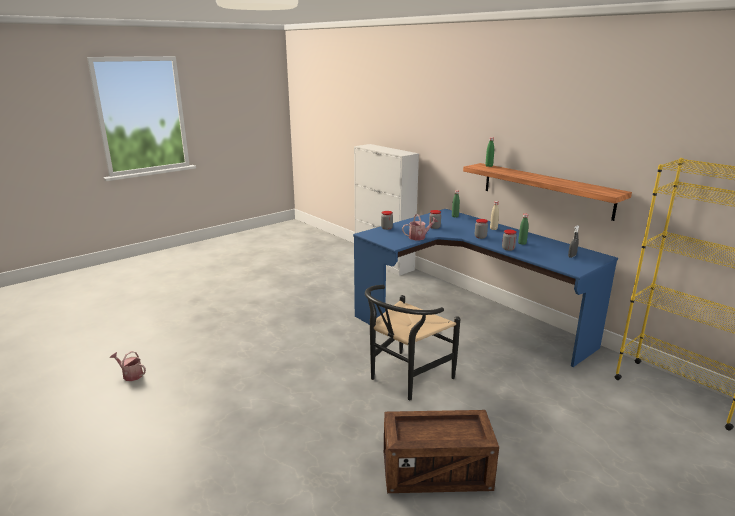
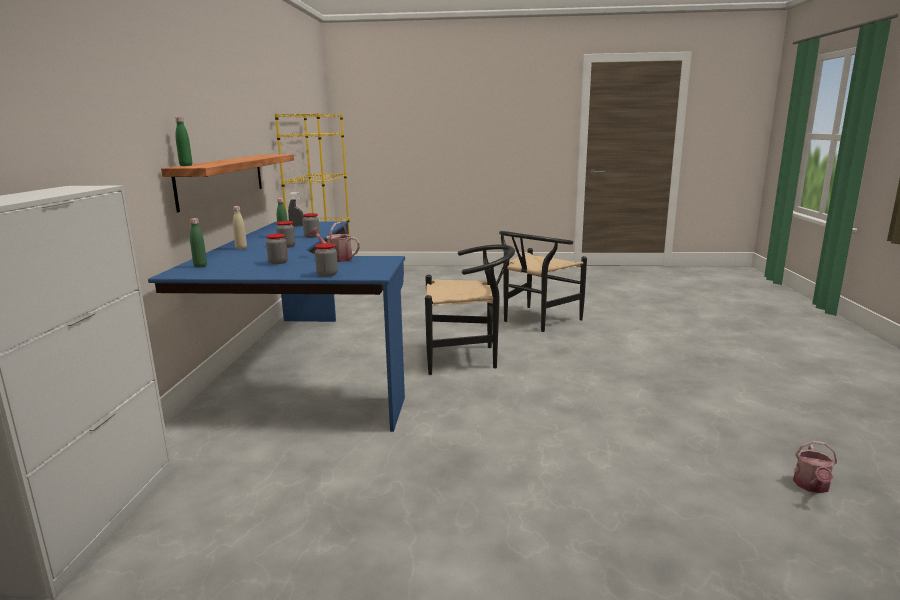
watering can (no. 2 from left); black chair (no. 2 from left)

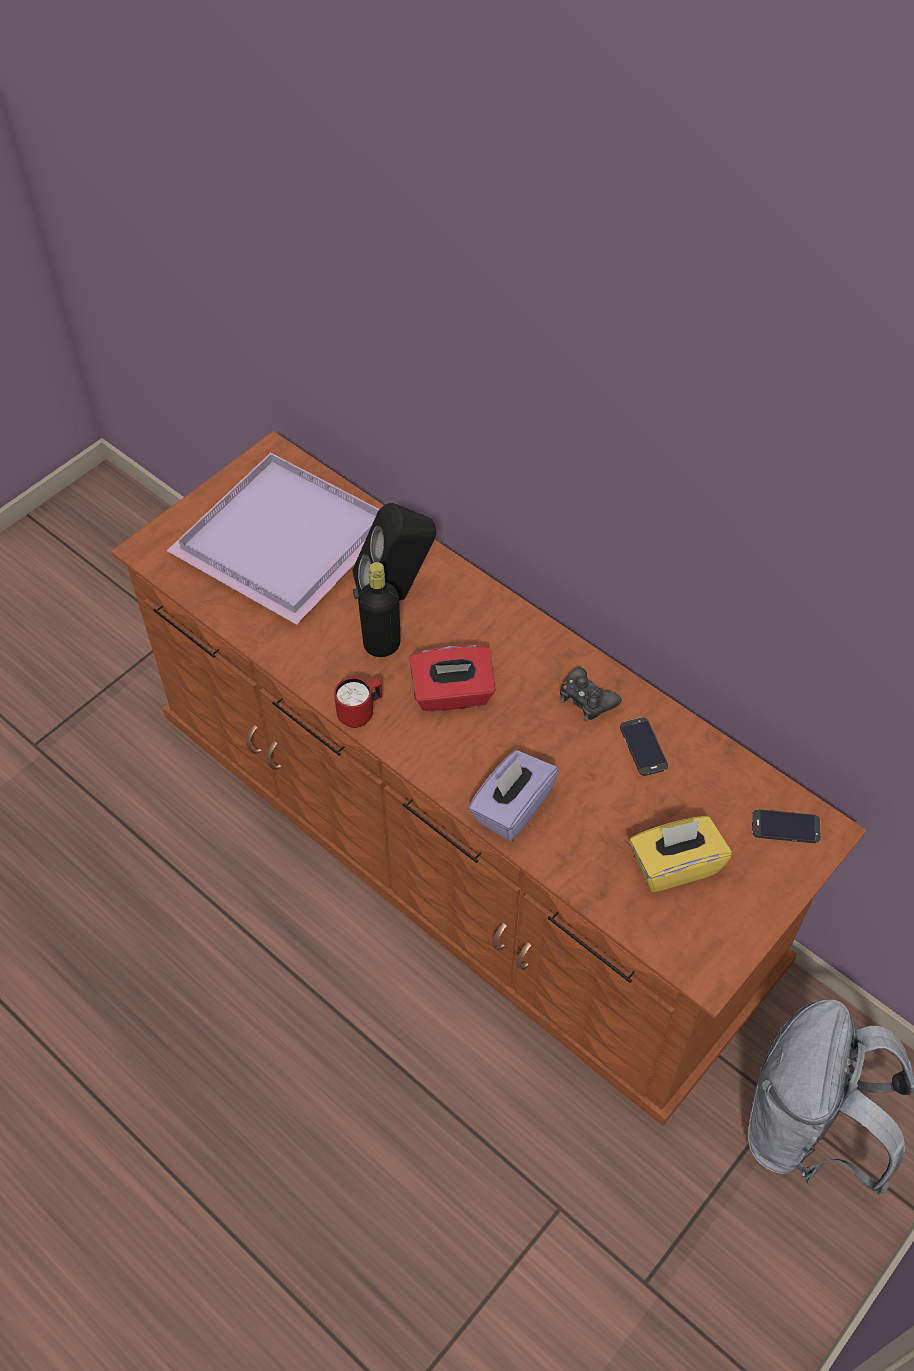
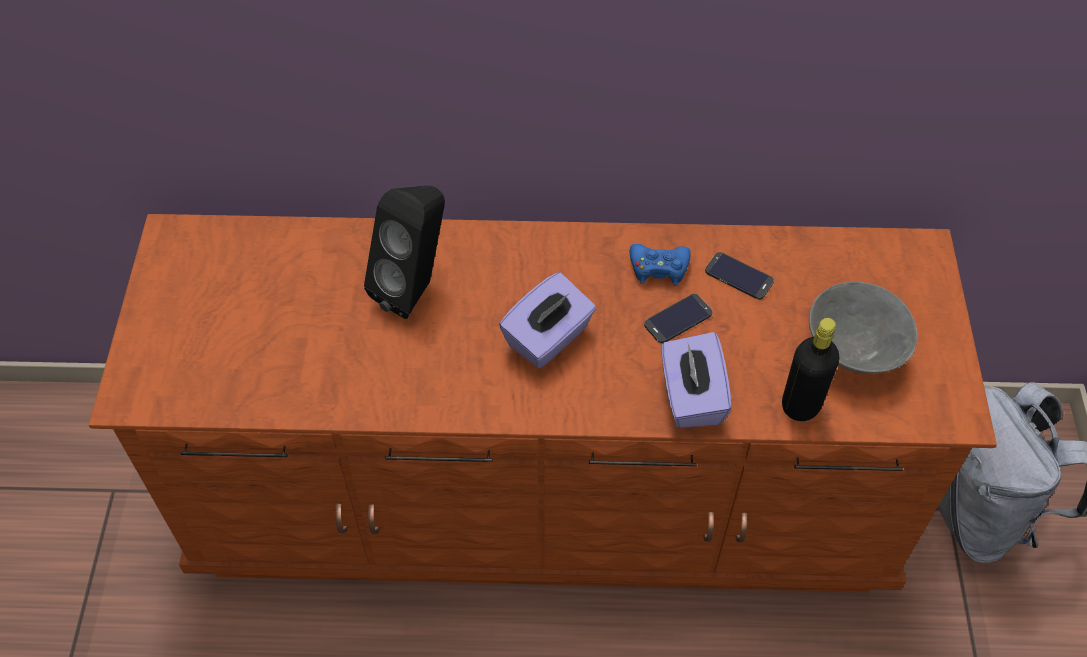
purple tray; red mug; black bottle; purple tissue box (no. 1 from left); blue game controller; grey bowl; phone (no. 1 from left)

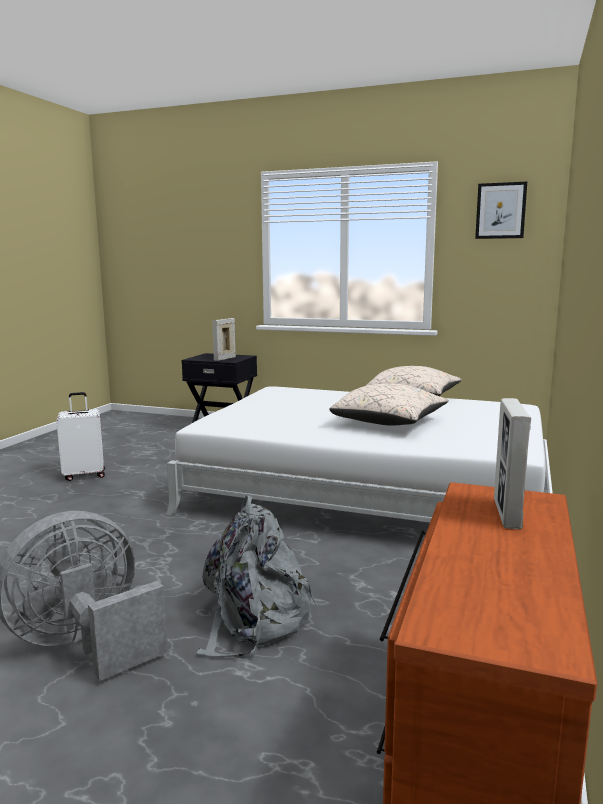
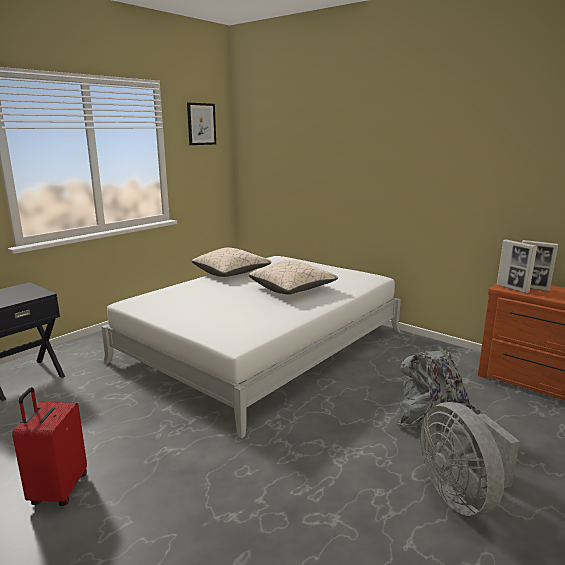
red suitcase; picture frame (no. 1 from left)

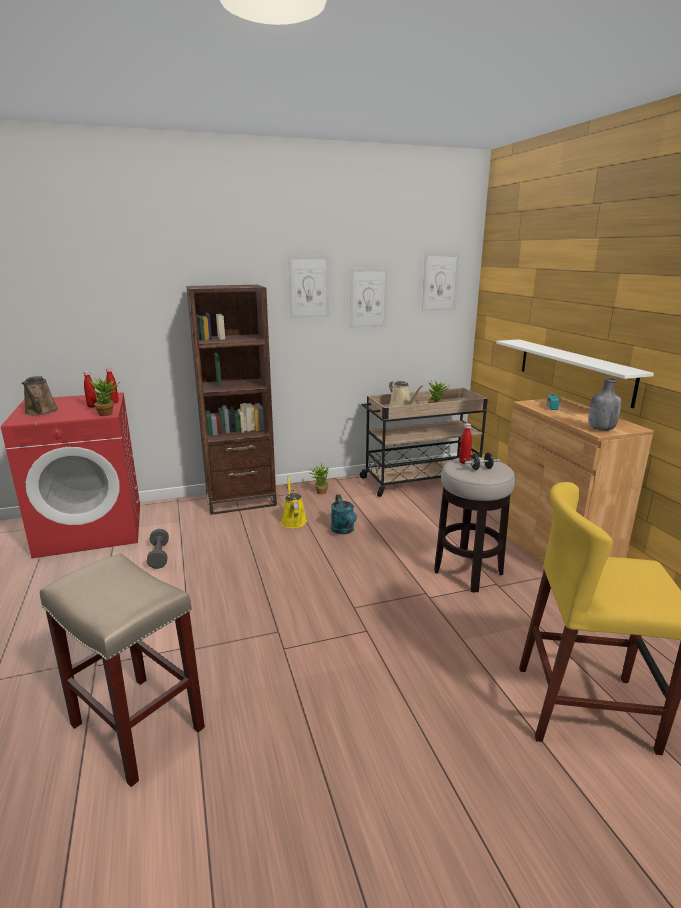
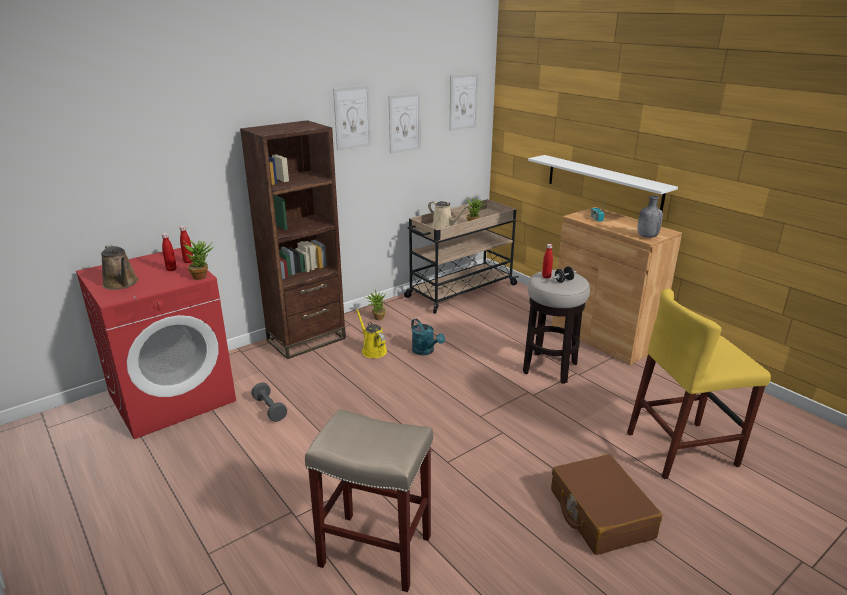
brown suitcase

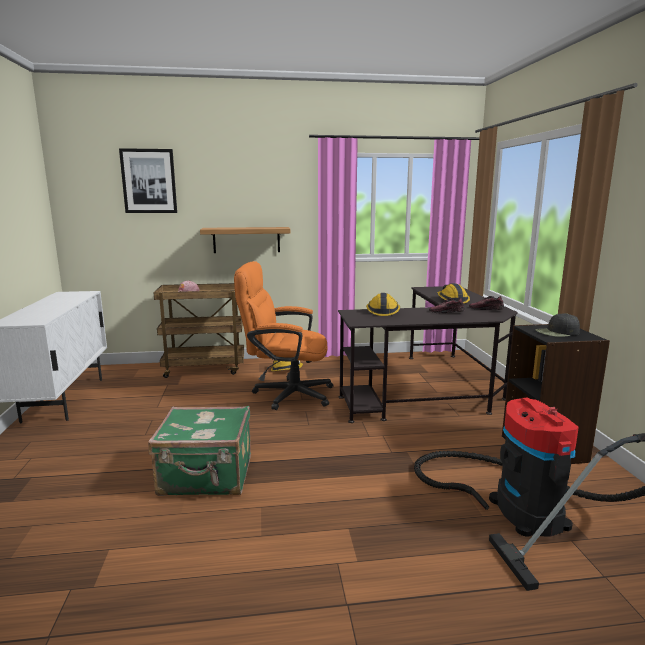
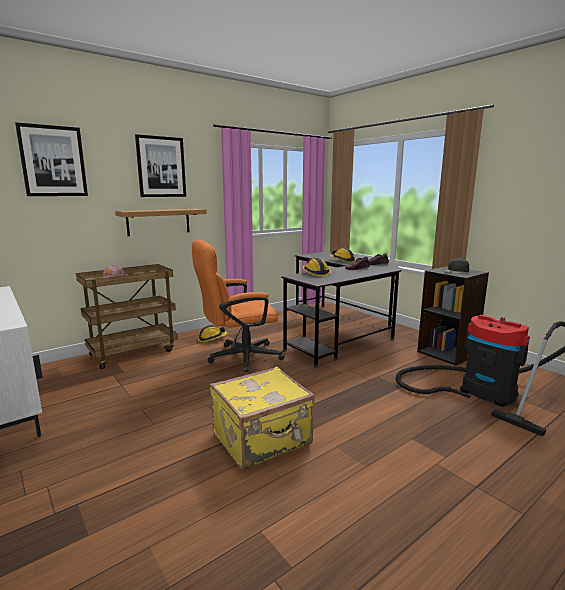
yellow suitcase; picture (no. 2 from left)

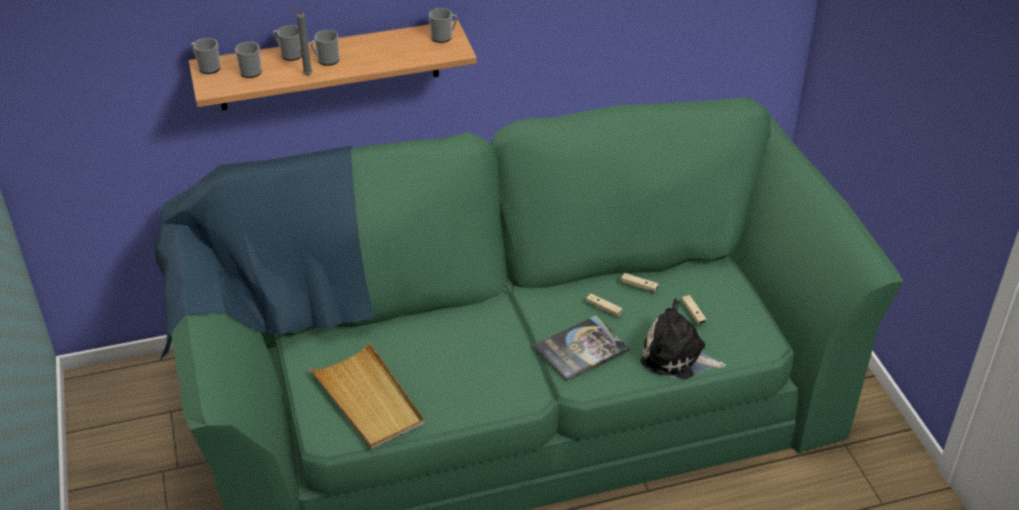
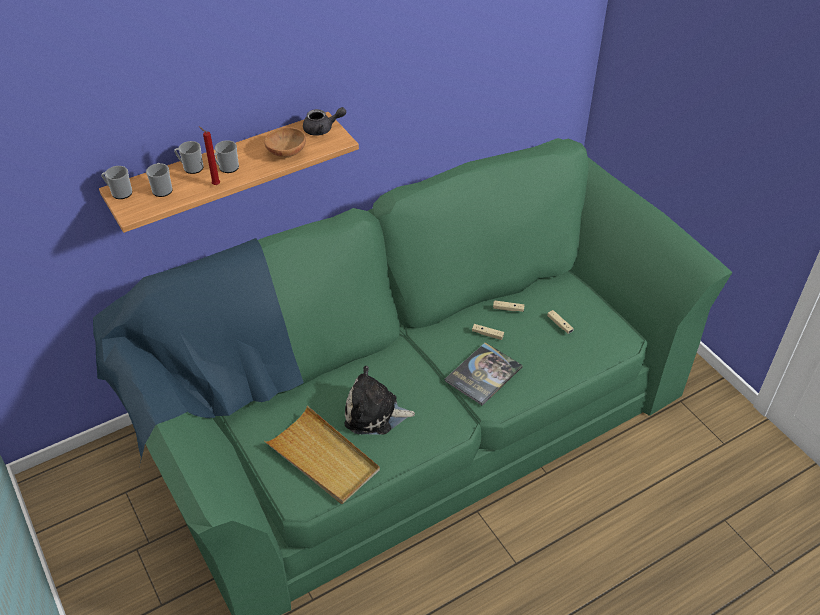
red candle; grey teapot; plush toy; brown bowl

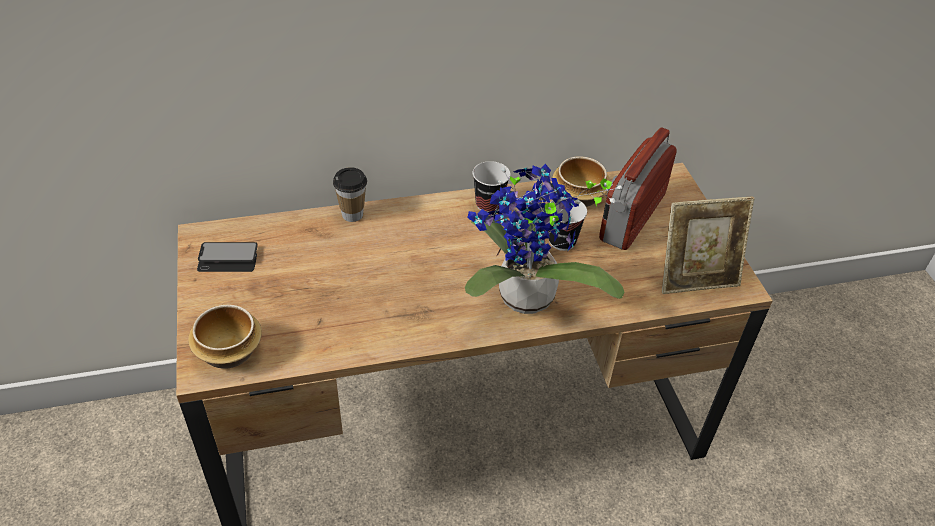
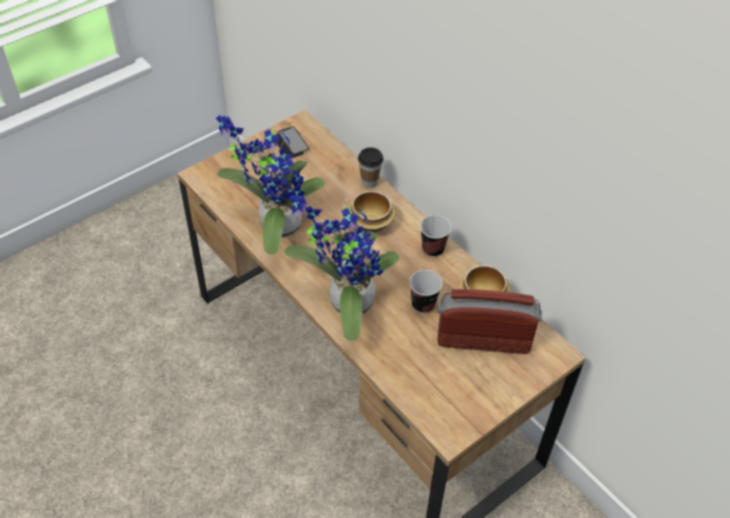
bowl (no. 1 from left); picture frame; potted plant (no. 1 from left)

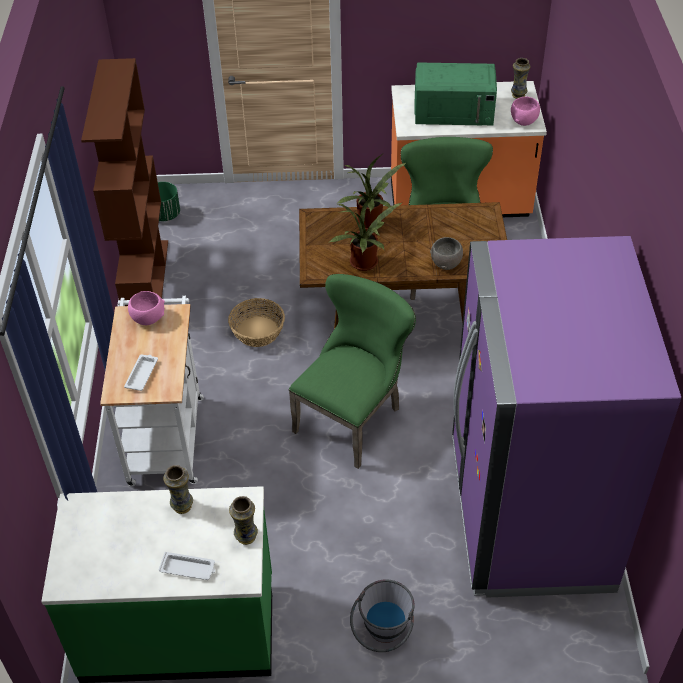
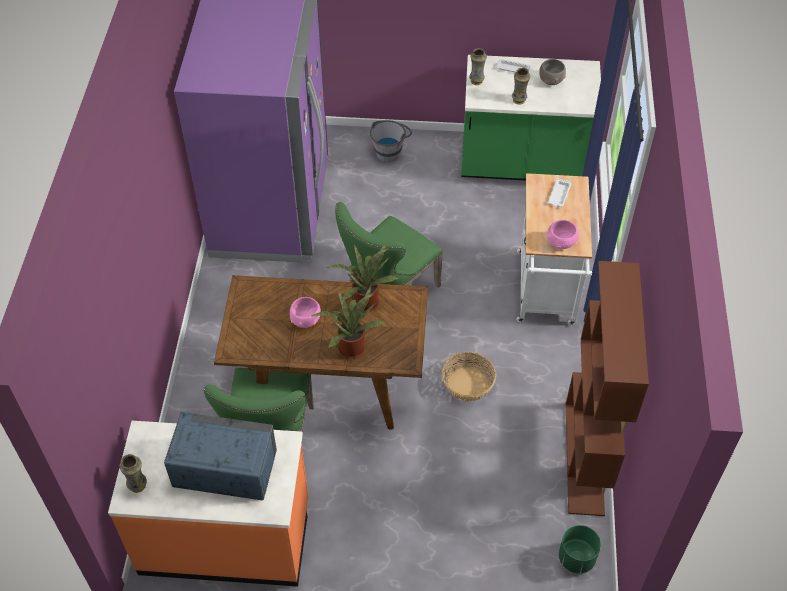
blue microwave; grey bowl; pink bowl (no. 1 from left)

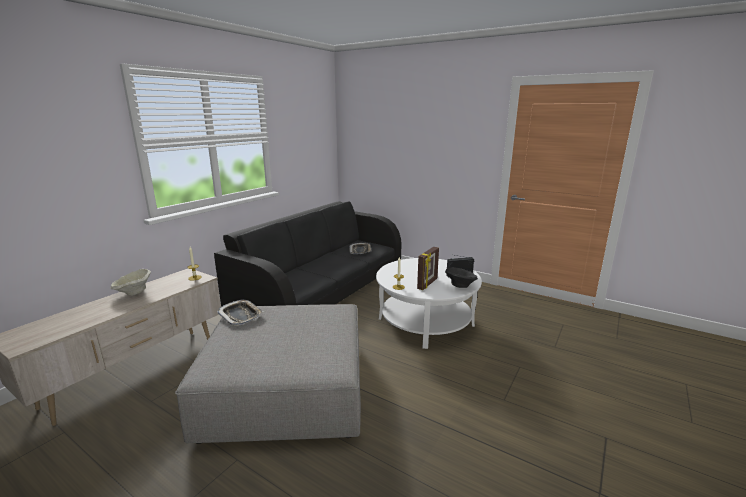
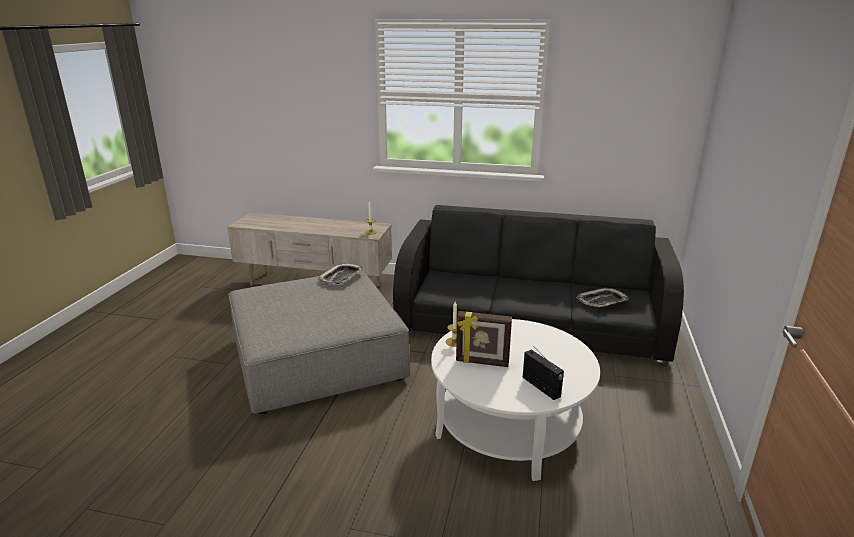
beige bowl; black bowl

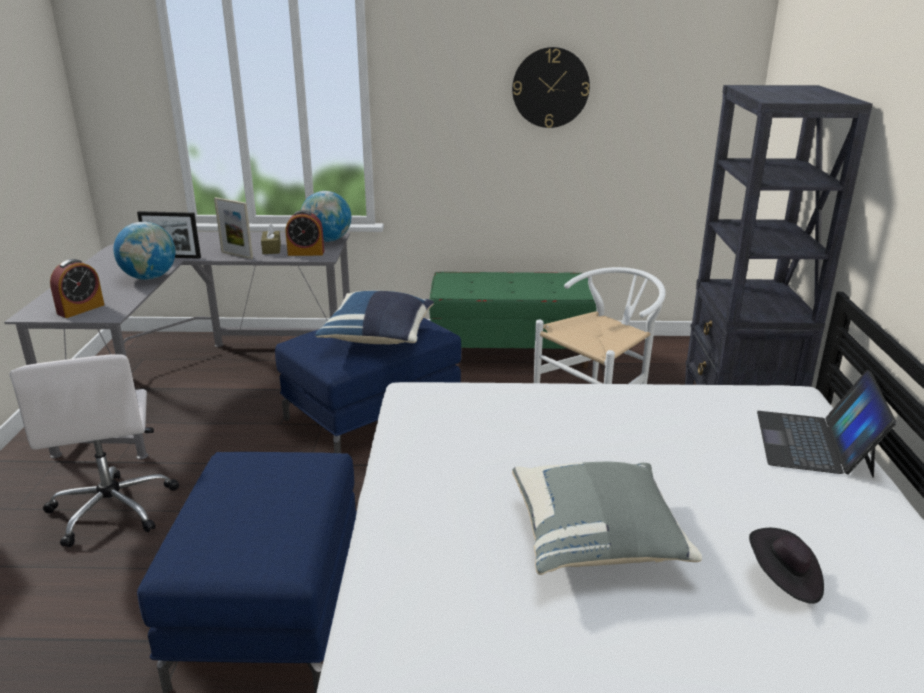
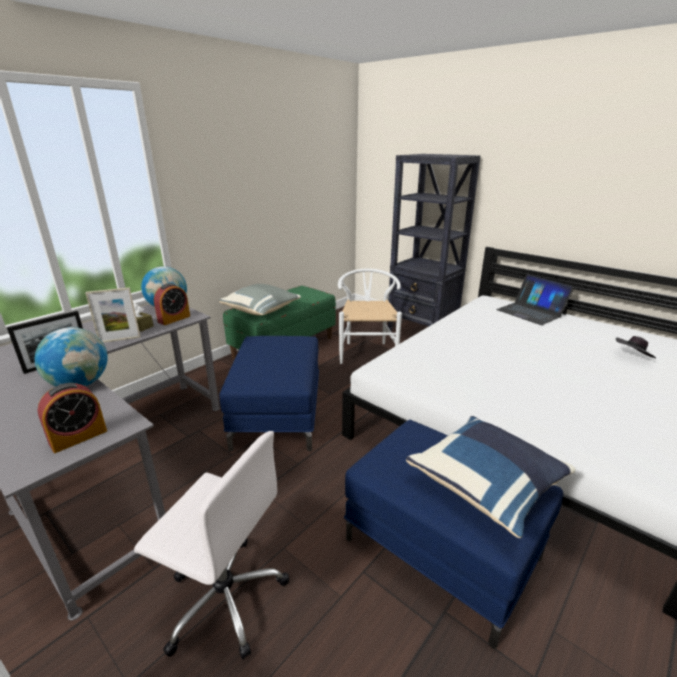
alarm clock (no. 1 from left); blue pillow; wall clock; grey pillow

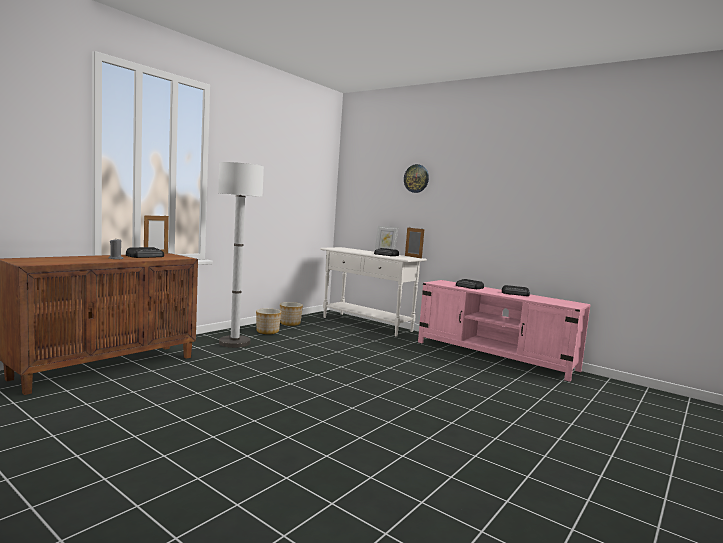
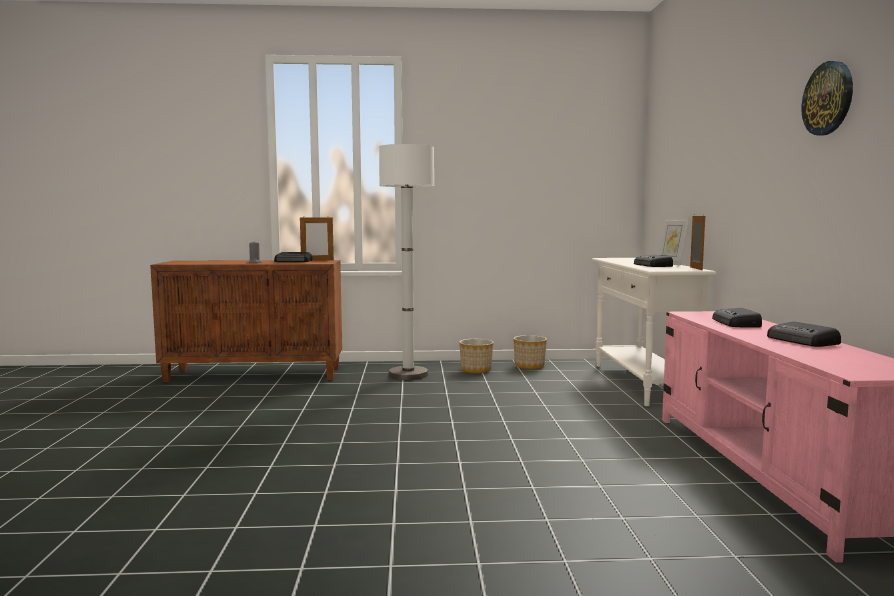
wall clock

